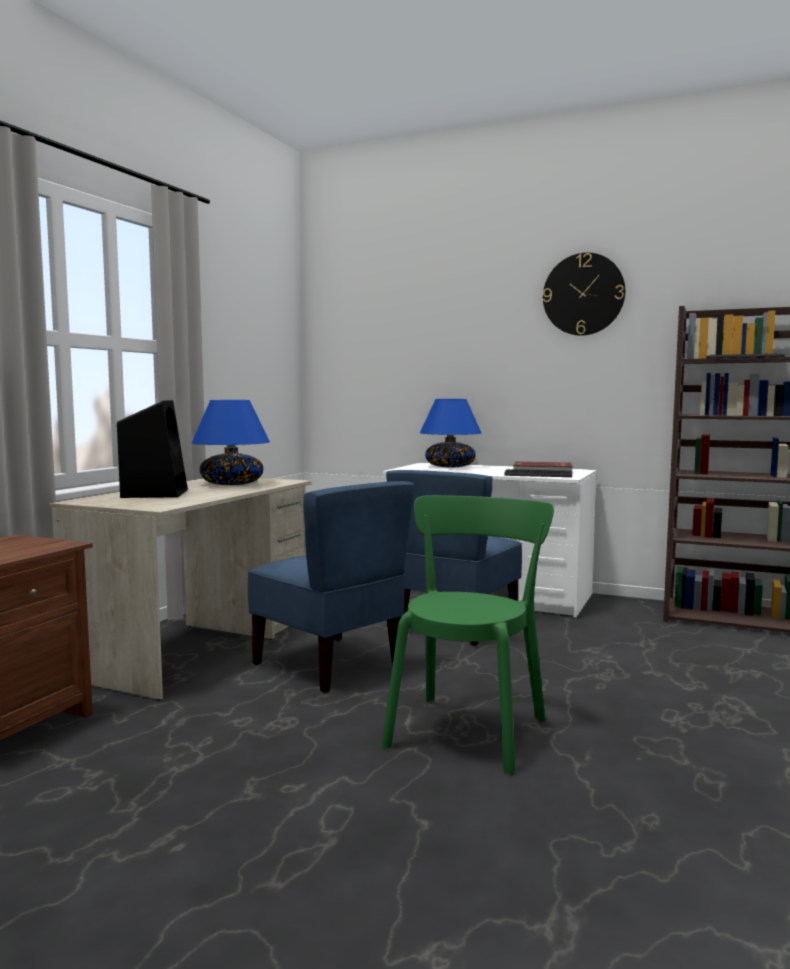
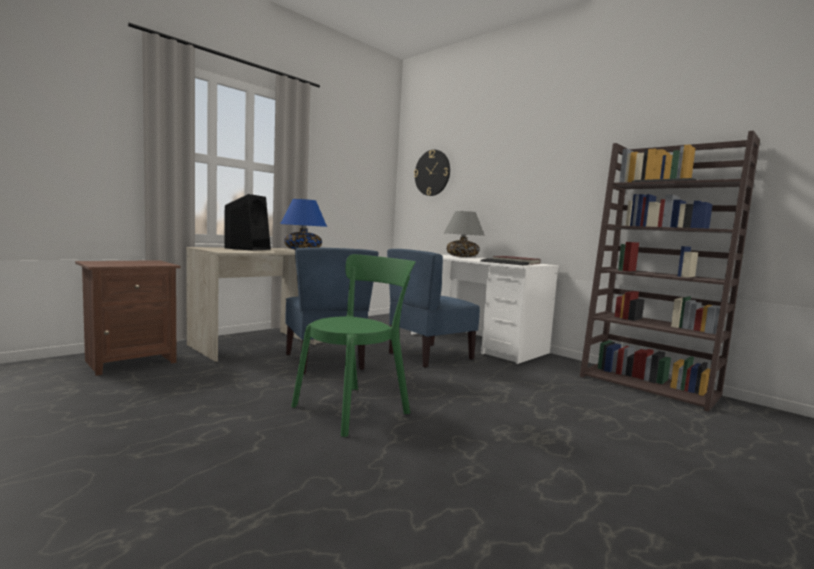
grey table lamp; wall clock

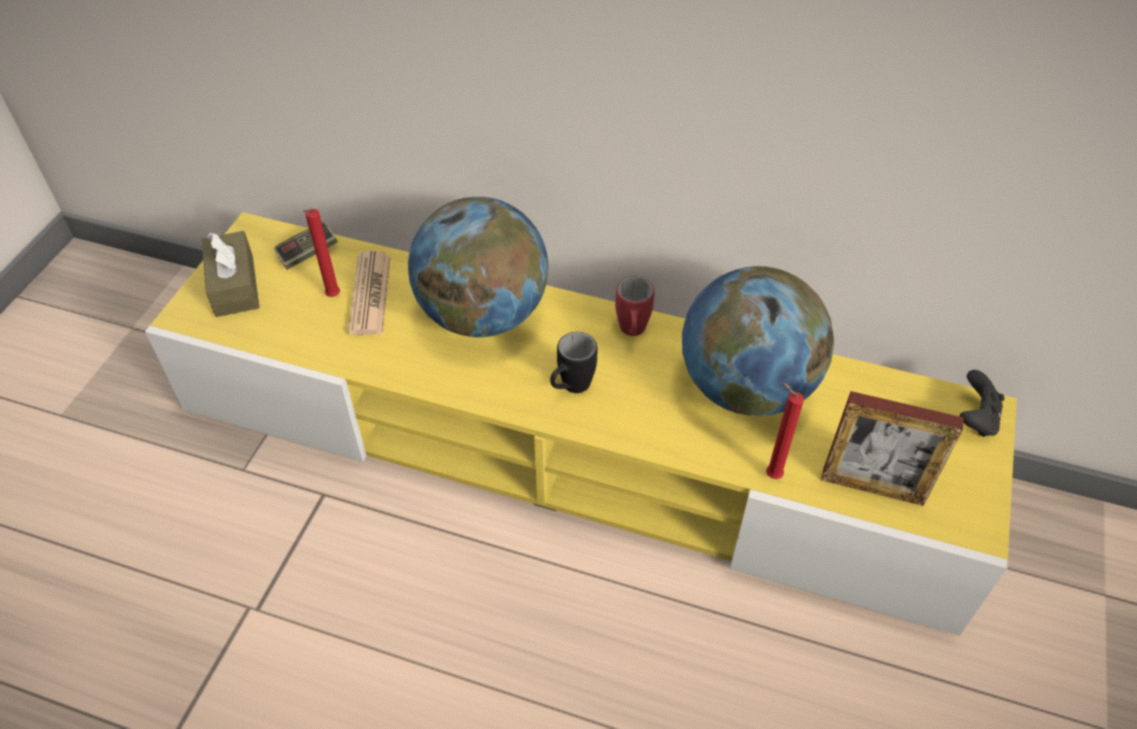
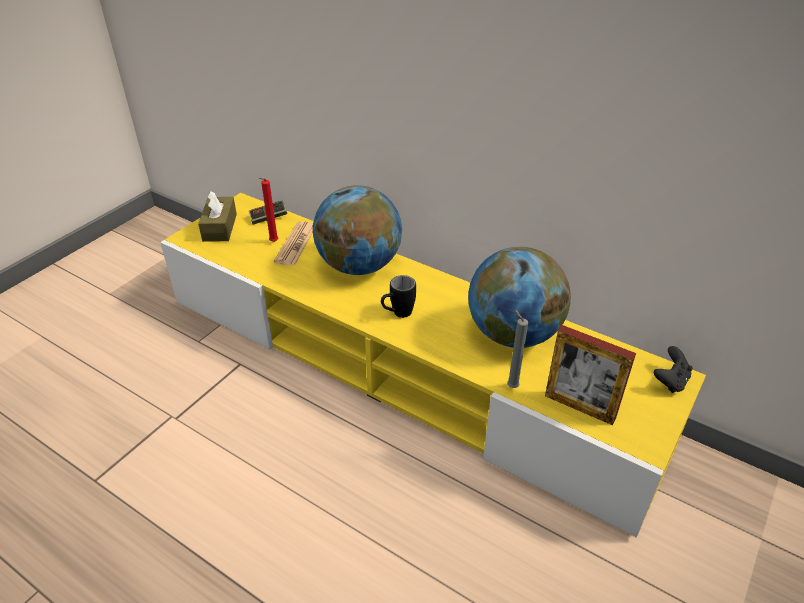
red mug; grey candle

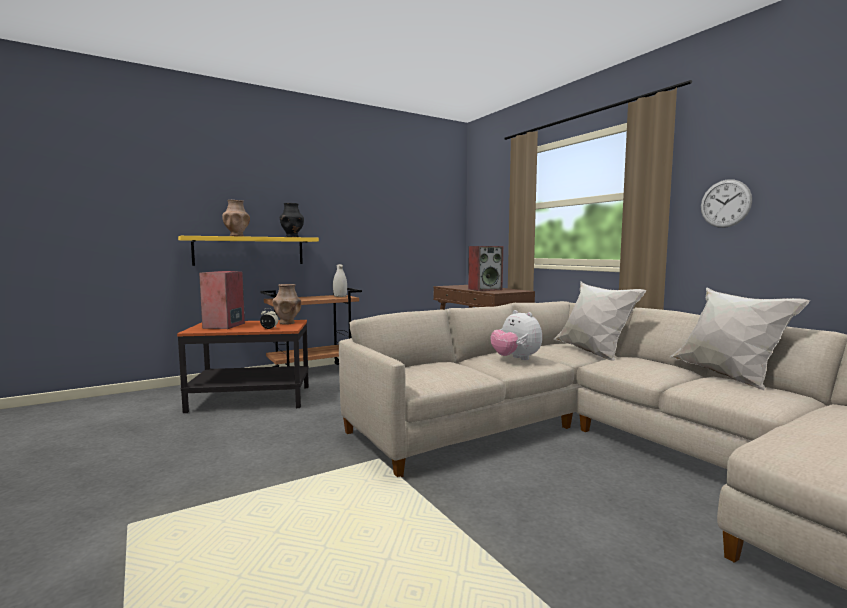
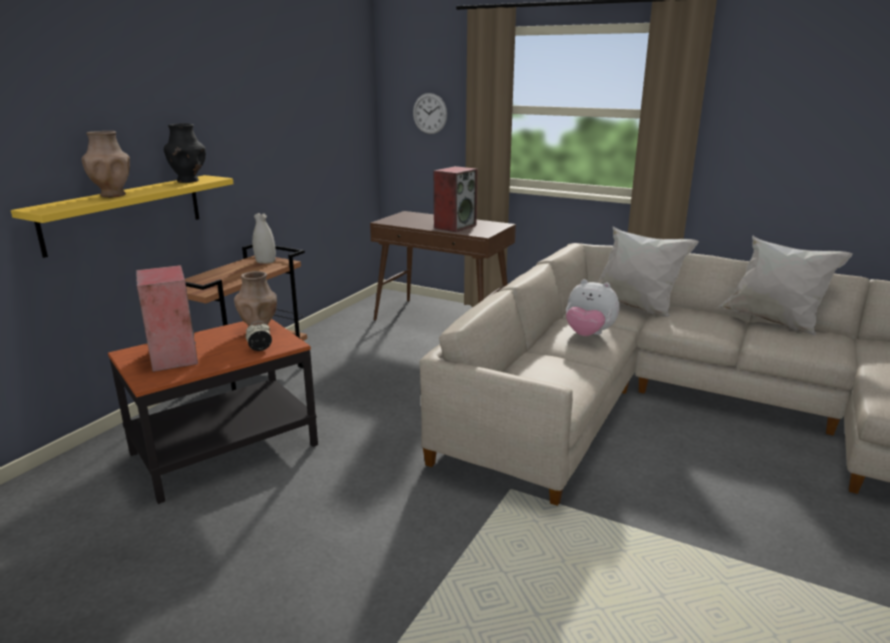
wall clock

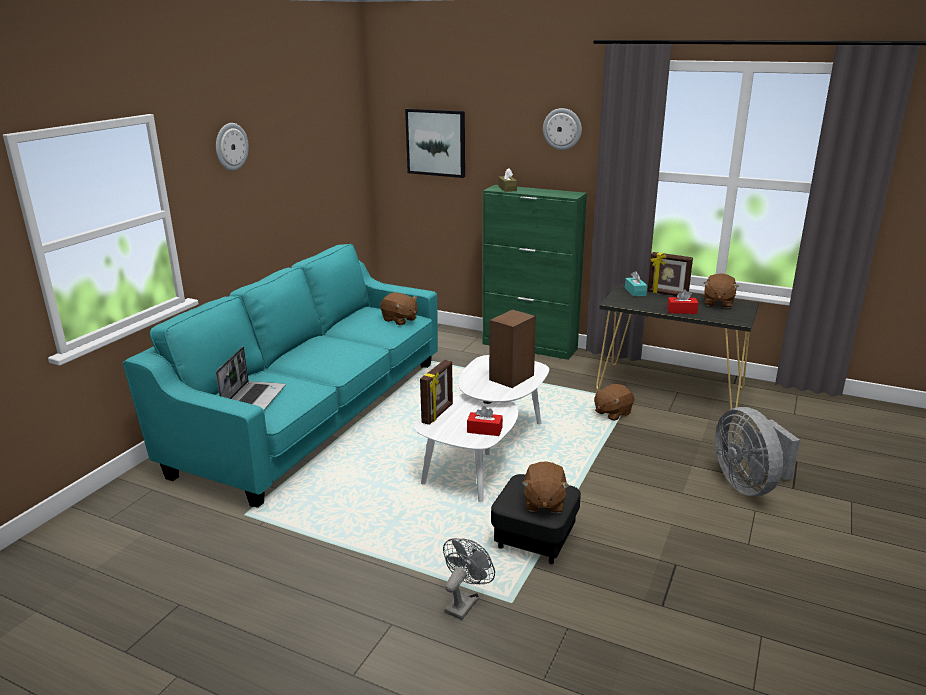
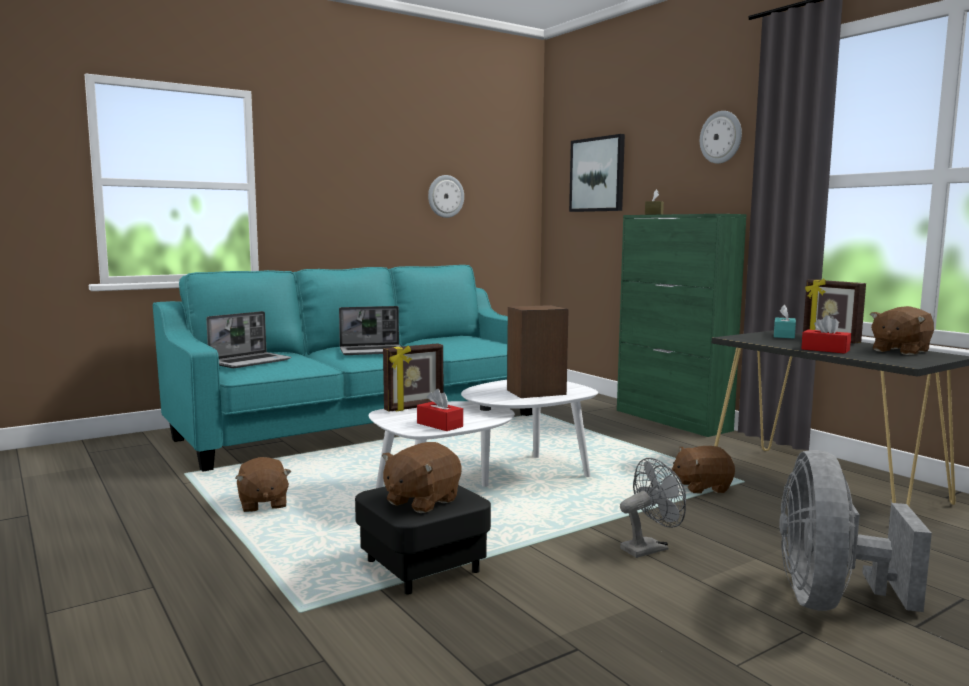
wall clock (no. 1 from left); brown plush toy (no. 1 from left); grey fan (no. 1 from left); laptop (no. 2 from left)

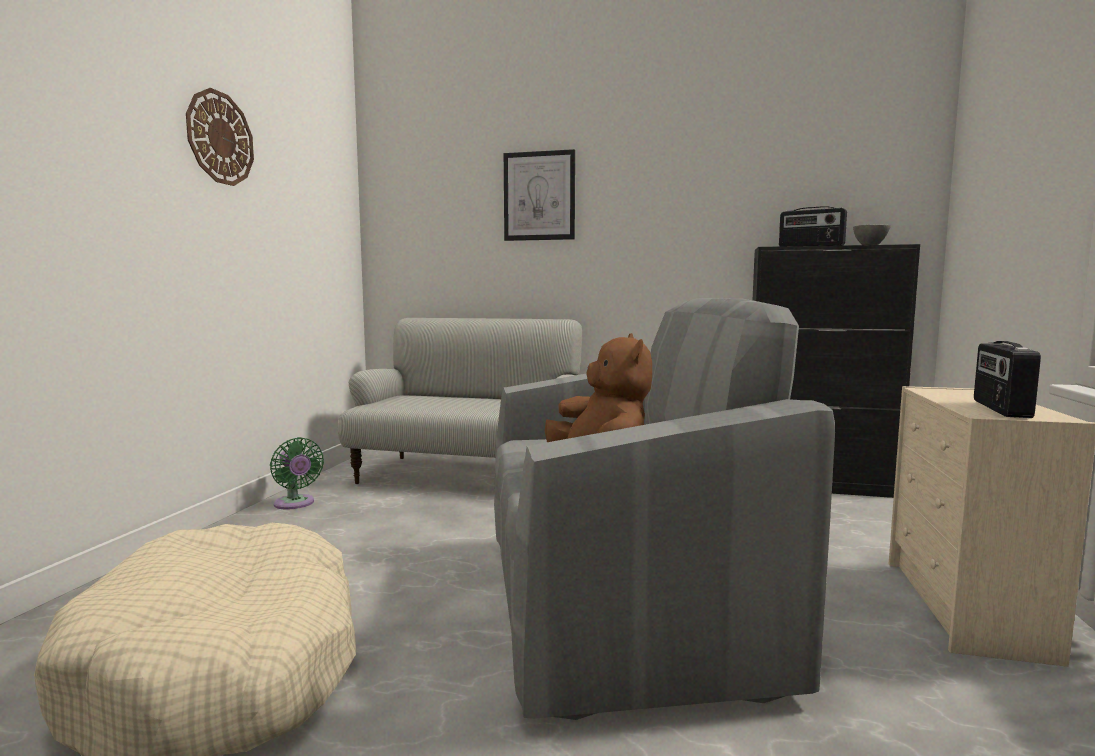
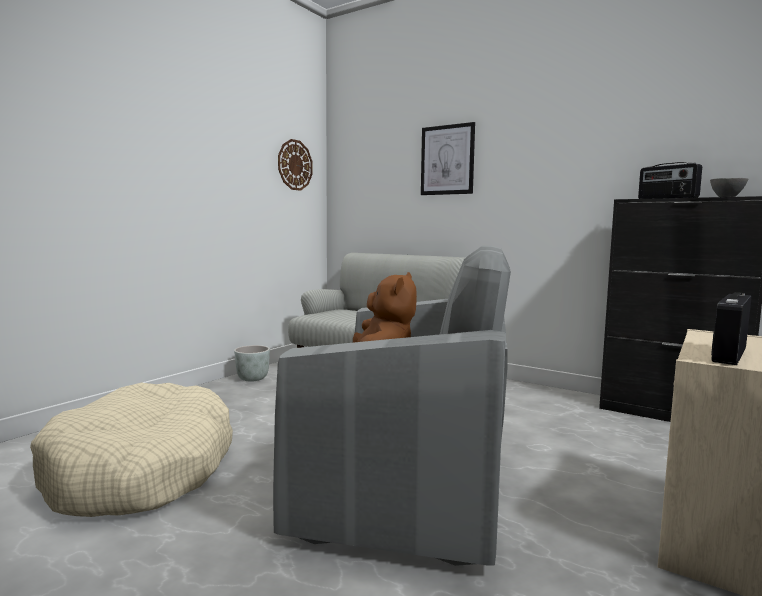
wall clock; grey planter

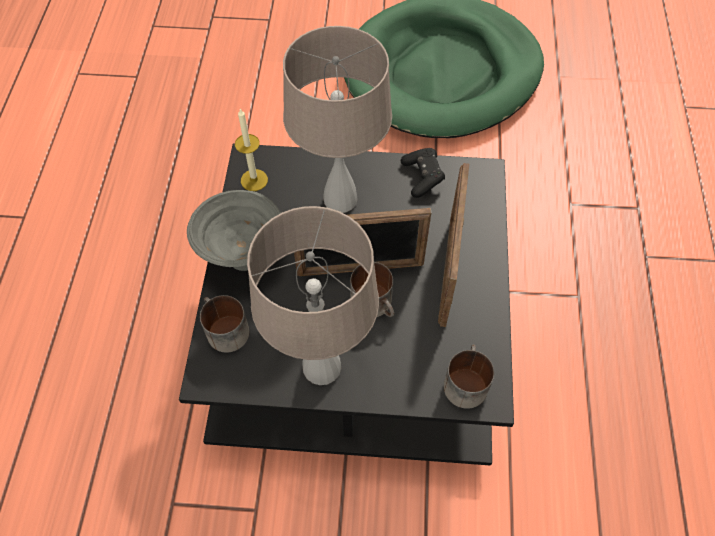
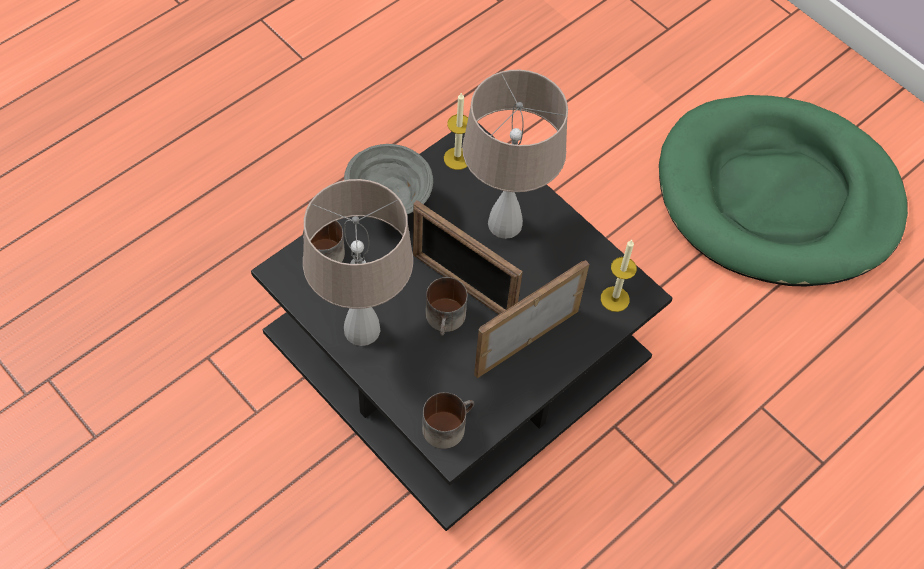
black game controller; candle (no. 2 from left)

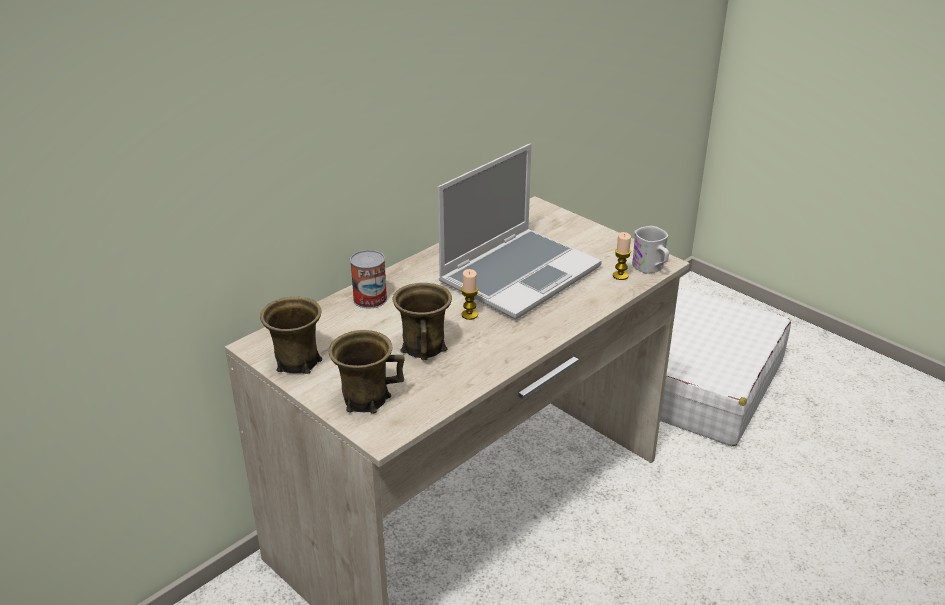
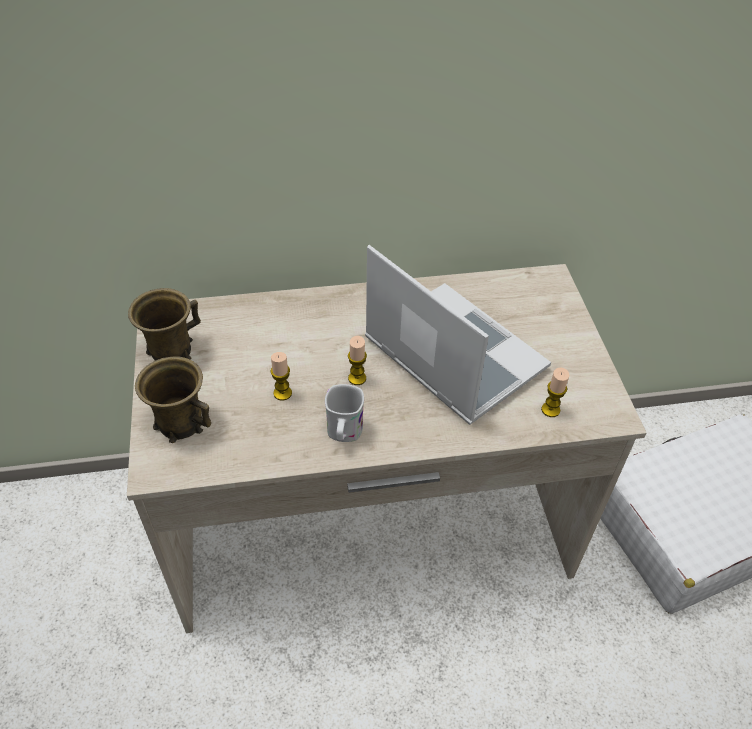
can; candle (no. 1 from left); laptop; white mug

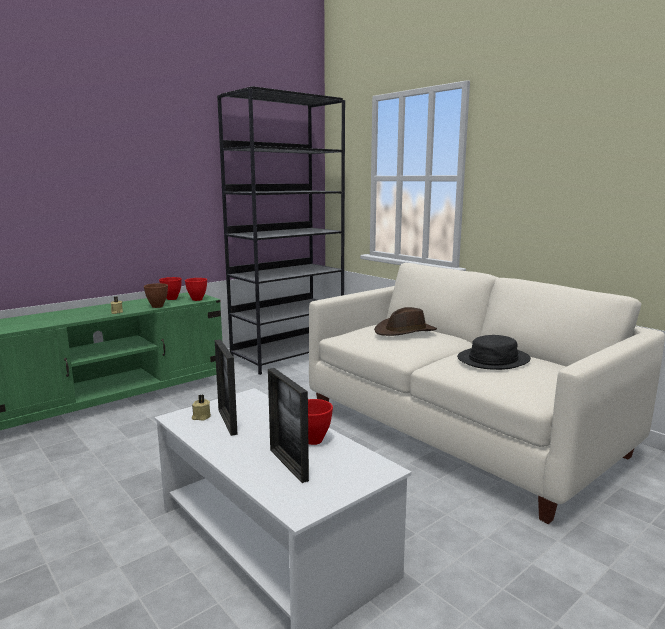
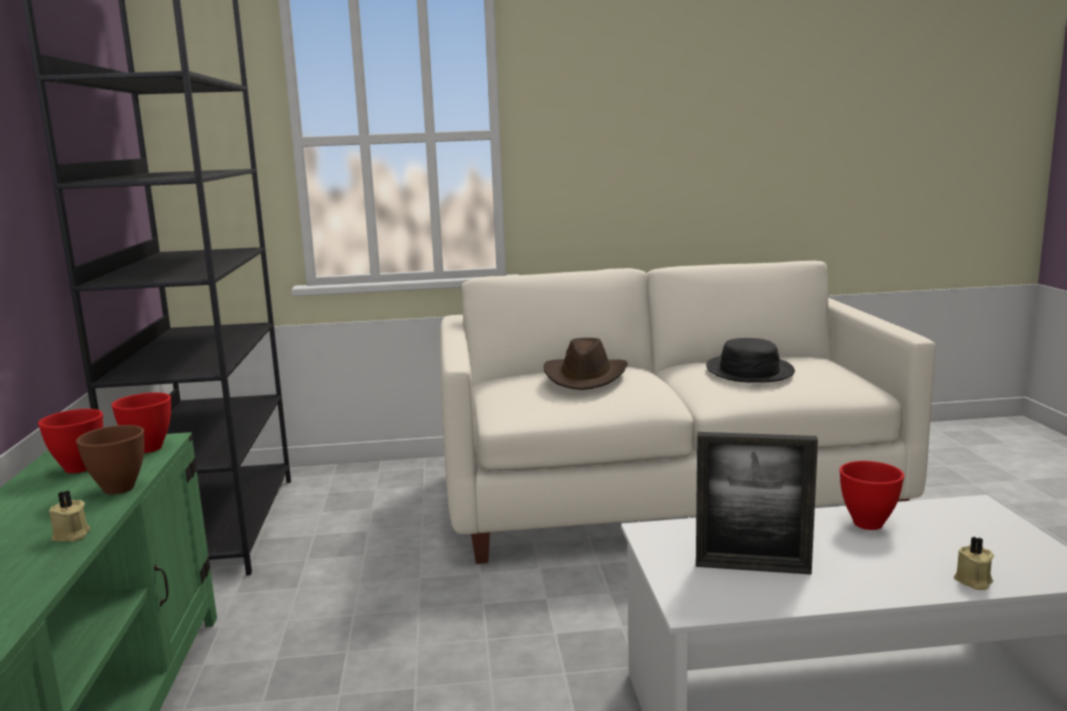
beige candle (no. 2 from left); picture frame (no. 2 from left in the first image)

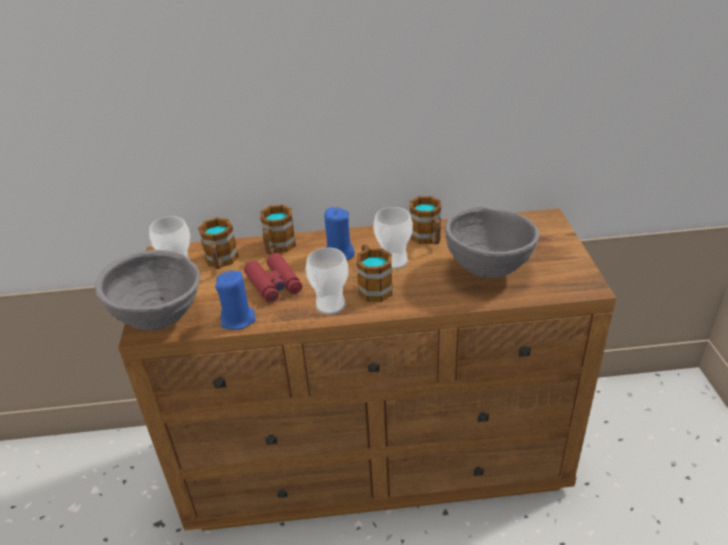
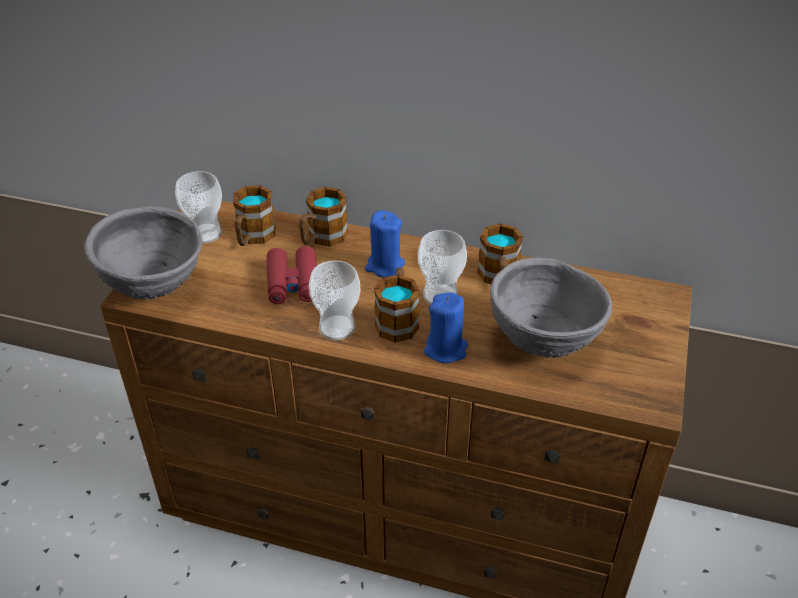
blue candle (no. 2 from left)

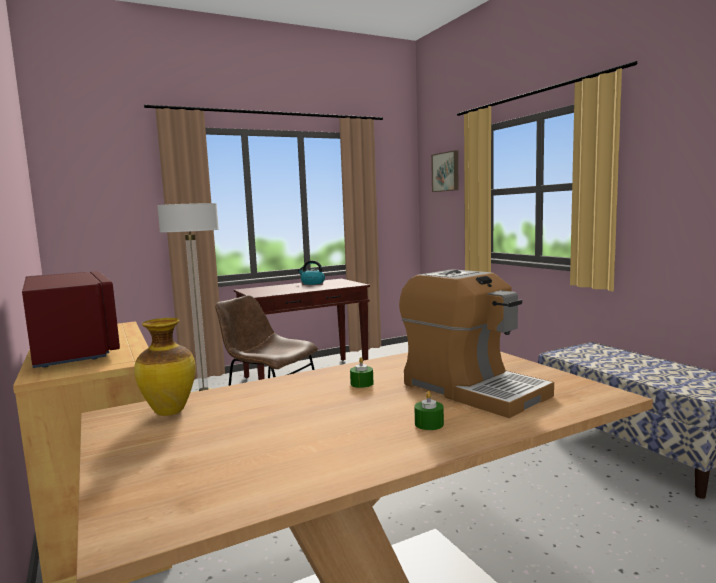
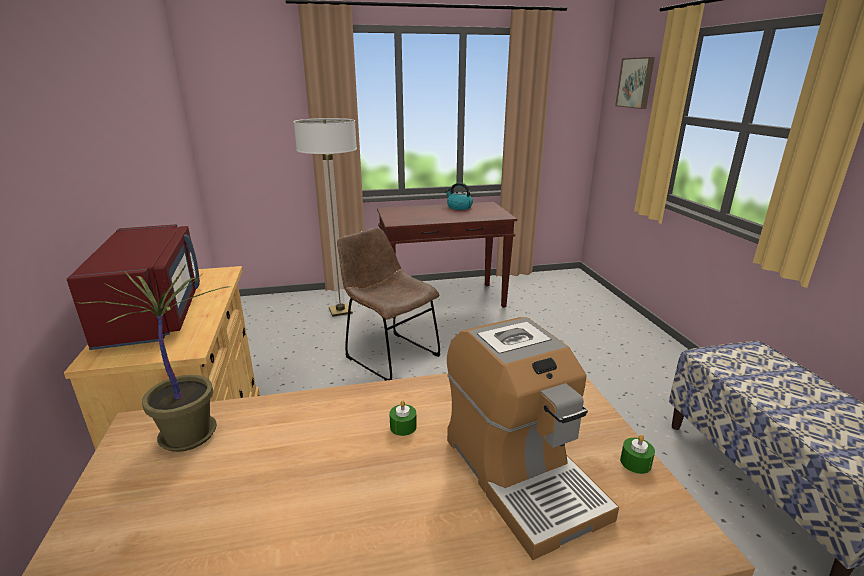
potted plant; green candle (no. 2 from left)

